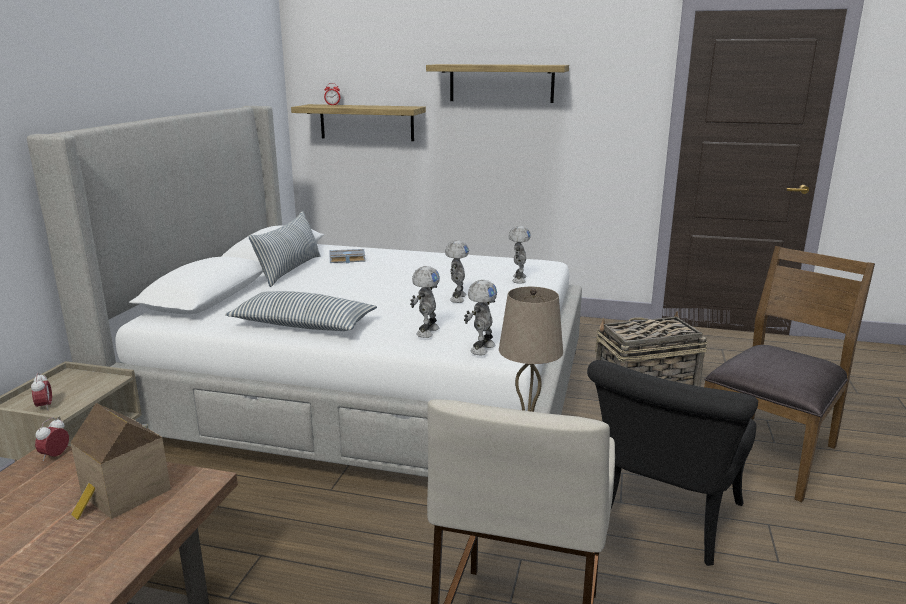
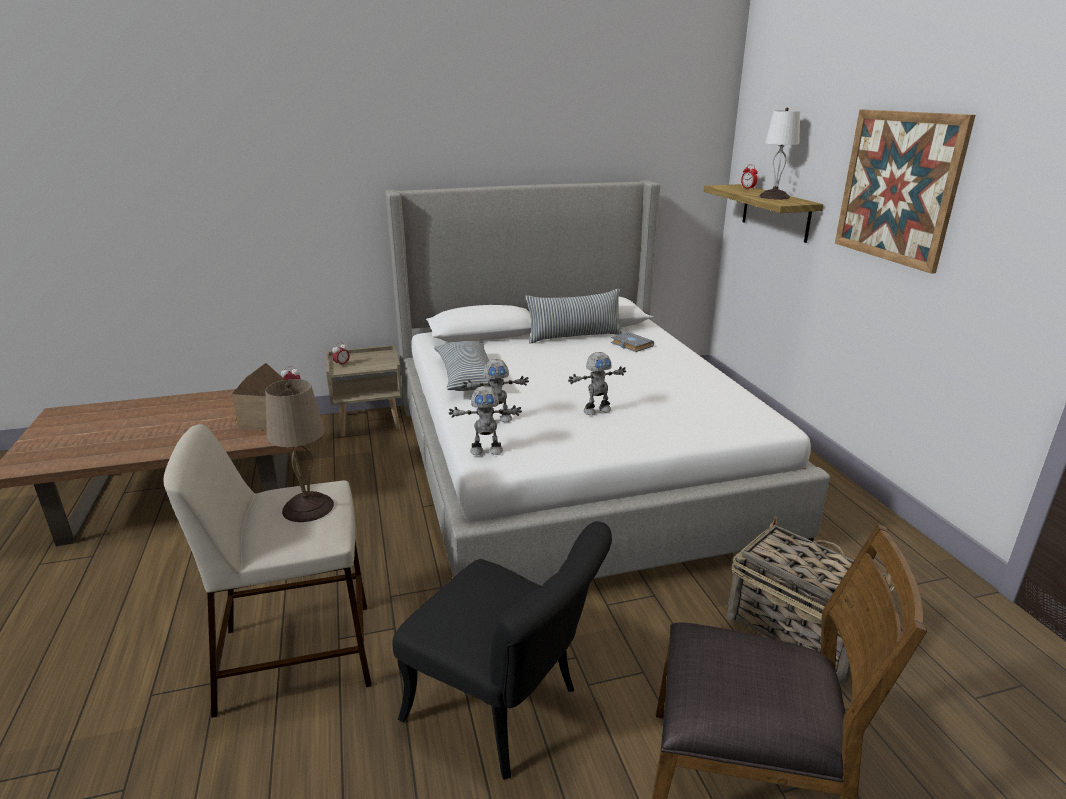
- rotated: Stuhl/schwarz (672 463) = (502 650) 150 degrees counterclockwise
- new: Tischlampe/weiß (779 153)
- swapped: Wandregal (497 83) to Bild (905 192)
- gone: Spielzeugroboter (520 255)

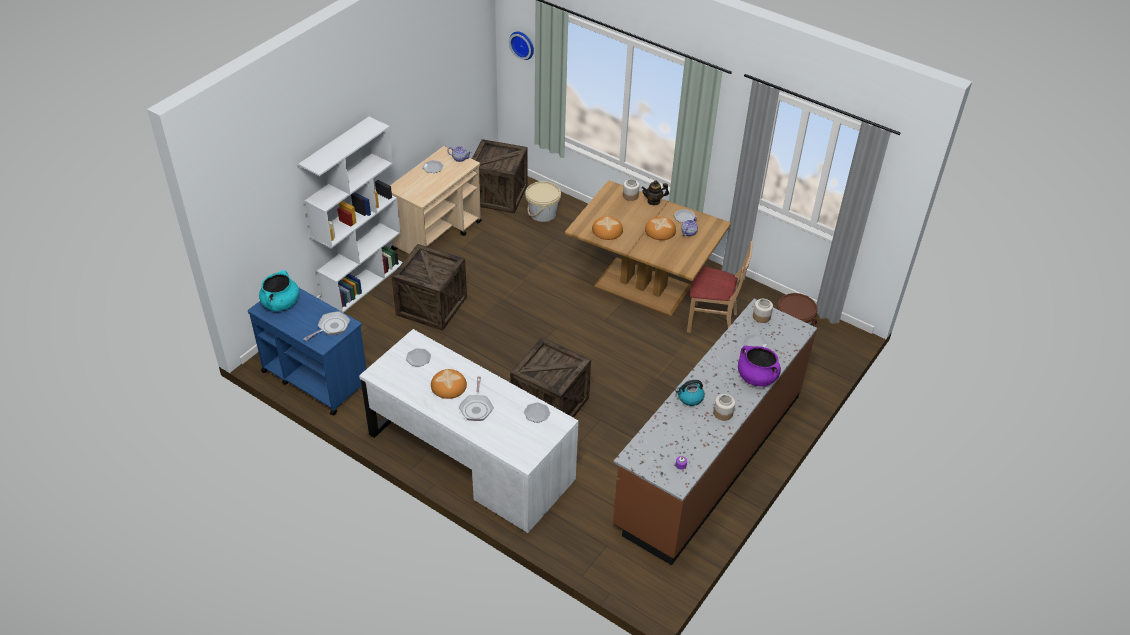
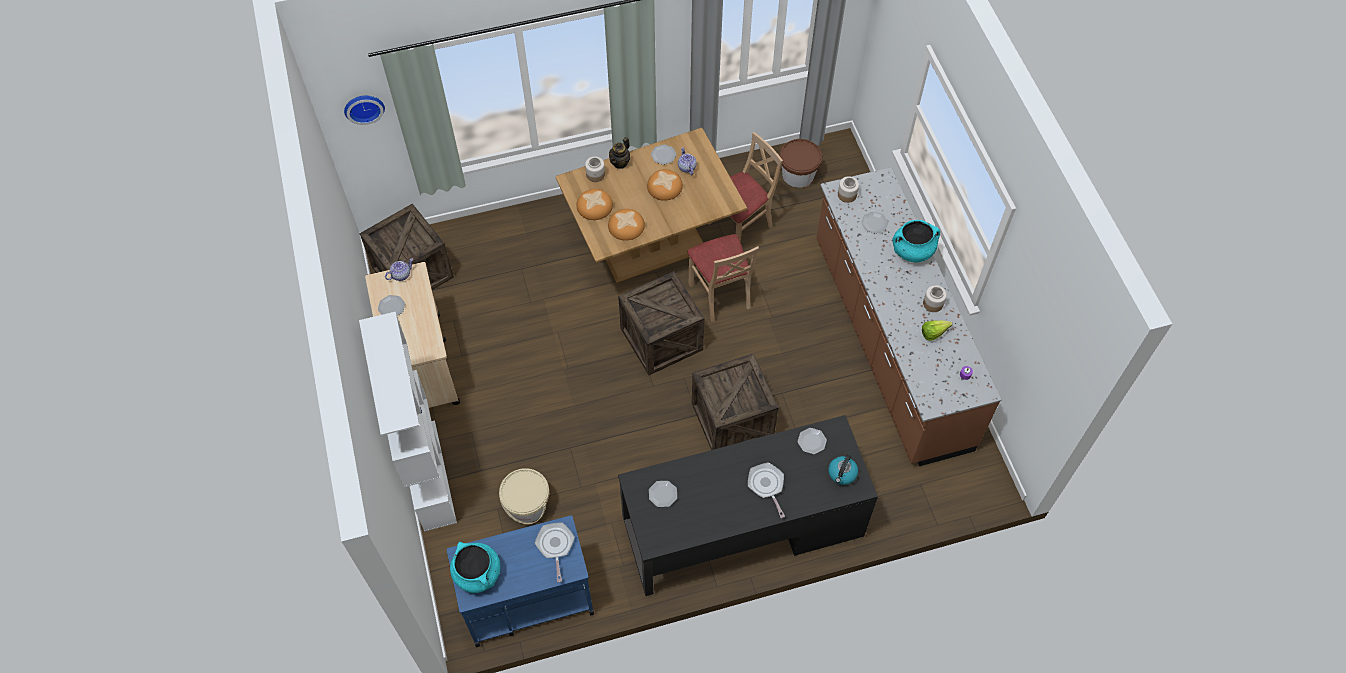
- shifted: Eimer/beige (543 201) to (524 496)
- shifted: Brot (449 384) to (594 204)
- shifted: Kiste (429 287) to (661 323)
- repainted: Schreibtisch/weiß (469 431) to Schreibtisch/schwarz (748 505)
- new: Stuhl/beige (723 278)
- rotated: Pfanne (476 398) = (766 490) 150 degrees counterclockwise
- shifted: Wasserkessel (690 393) to (843 469)
- repainted: Kochtopf/lila (759 366) to Kochtopf/türkis (916 241)
- new: Salatkopf (937 330)

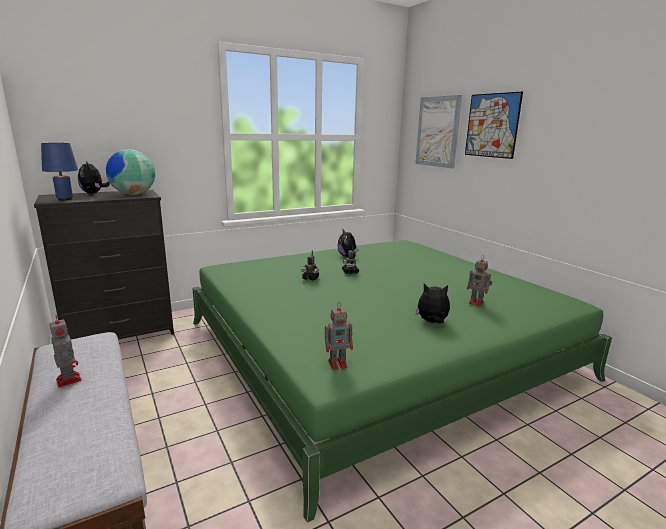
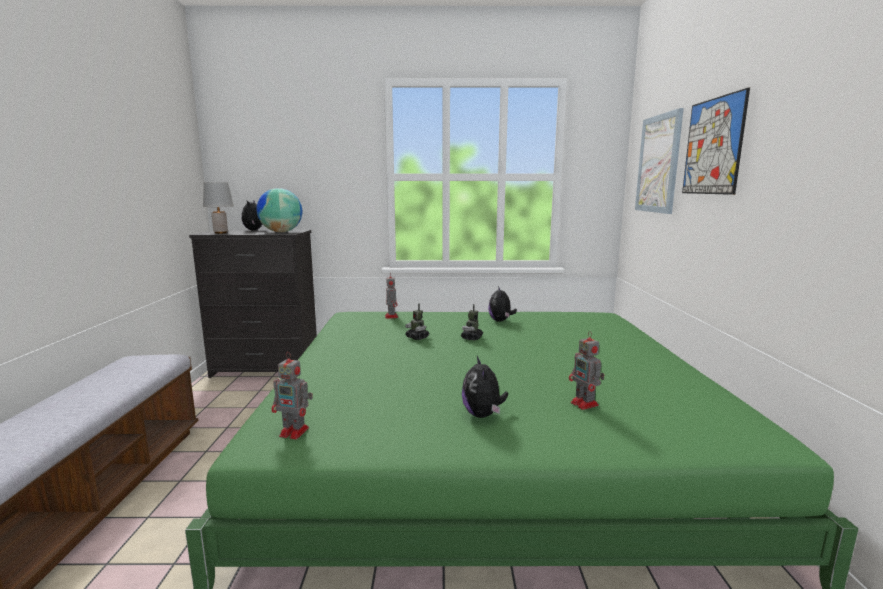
- repainted: Tischlampe/blau (59 171) to Tischlampe/grau (218 208)
- shifted: Spielzeugroboter (65 351) to (391 295)
- rotated: Plüschtier (432 303) = (485 387) 135 degrees counterclockwise

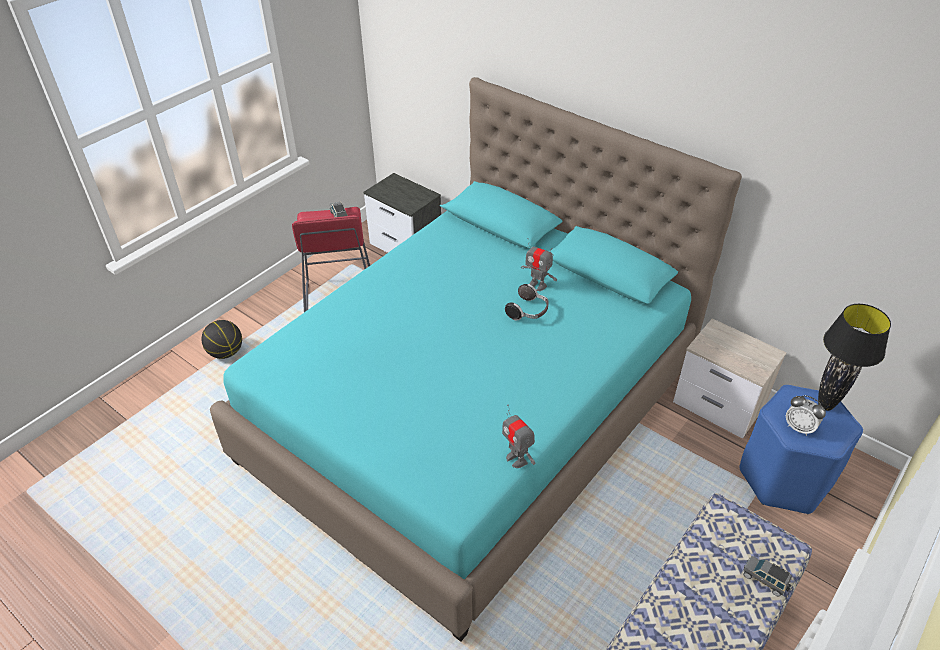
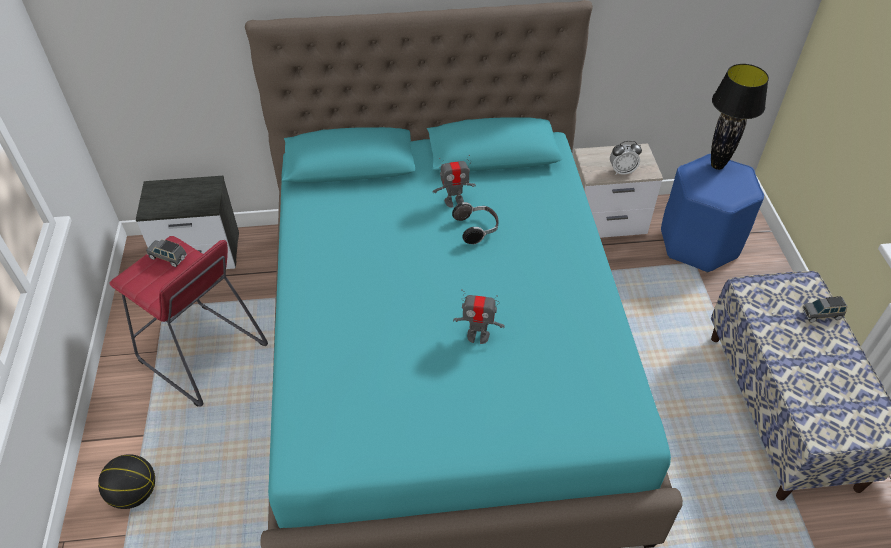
- shifted: Spielzeugroboter (518 436) to (479 316)
- shifted: Wecker (806 415) to (626 158)

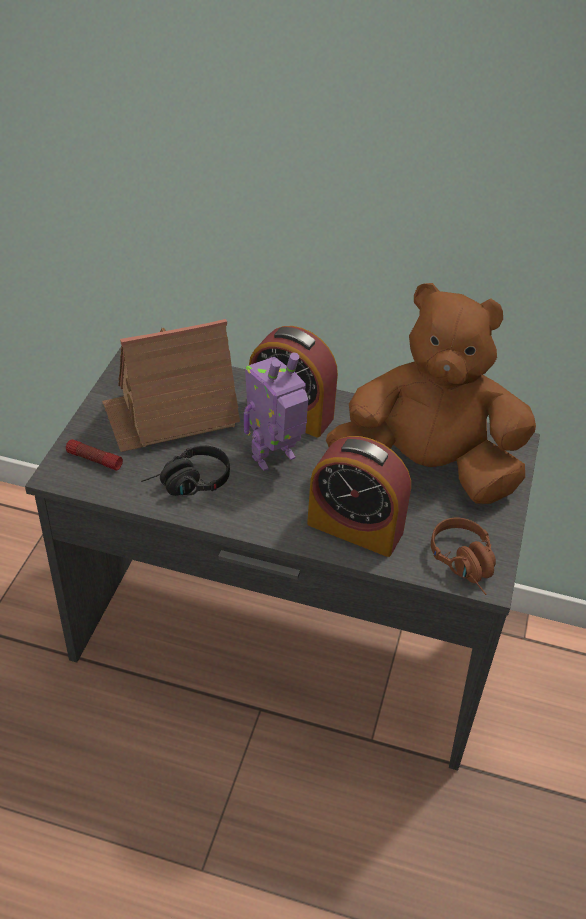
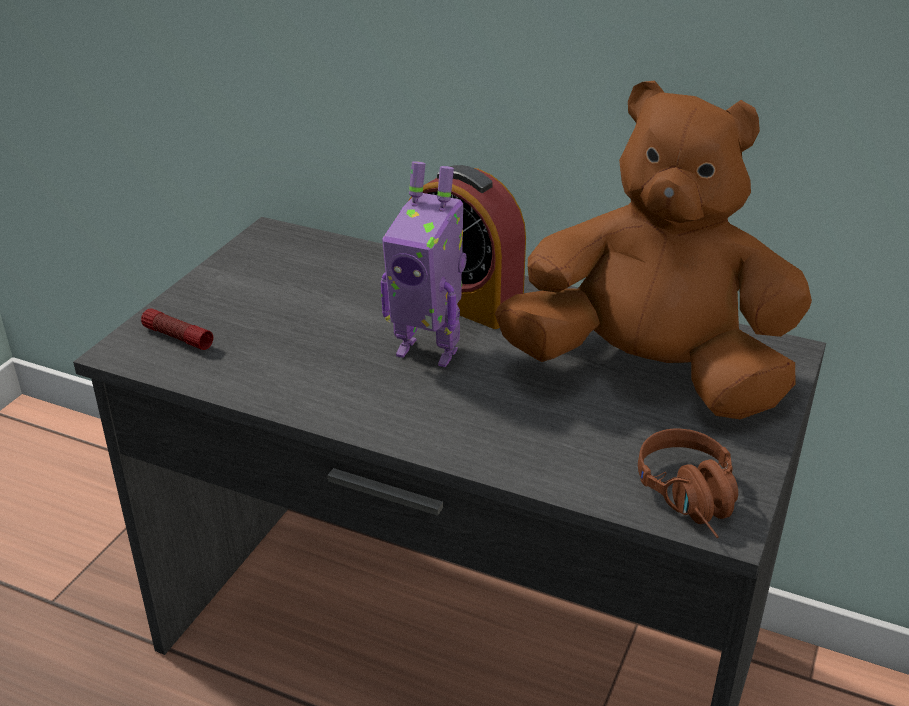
- rotated: Spielzeugroboter (276 411) = (424 264) 135 degrees counterclockwise
- gone: Spielzeughaus (171 385)
- gone: Kopfhörer/schwarz (185 471)
- gone: Wecker (359 496)

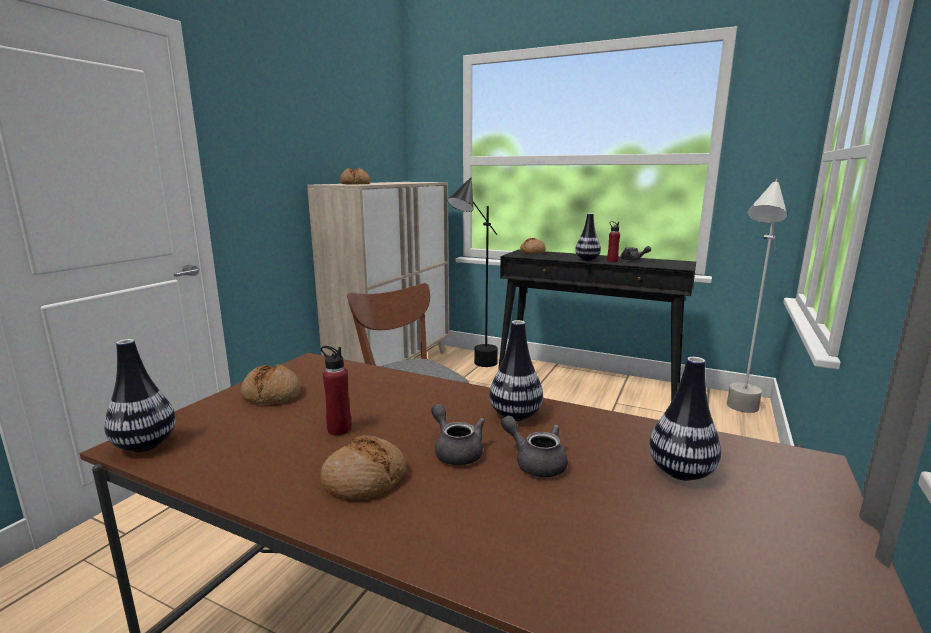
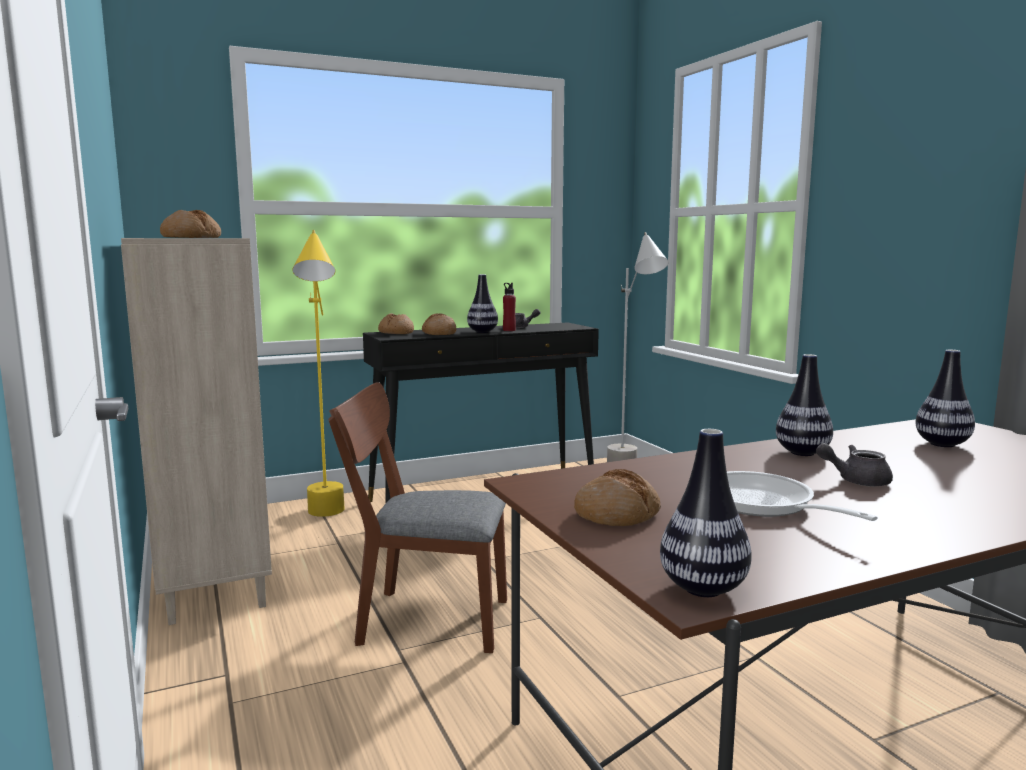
- repainted: Stehlampe/schwarz (473 272) to Stehlampe/gelb (318 373)
- shifted: Brot (363 467) to (439 324)
- swapped: Flasche/rot (336 391) to Pfanne (802 496)
- gone: Teekanne/grau (534 446)

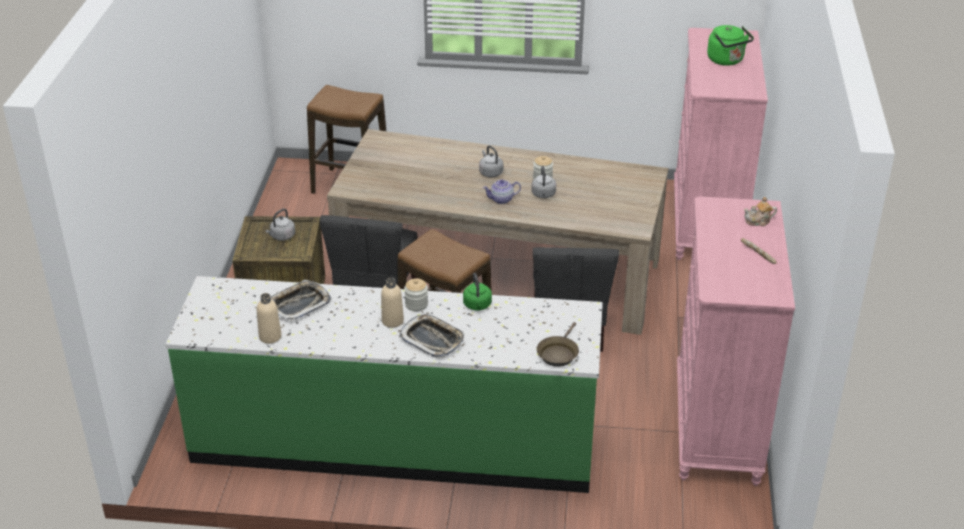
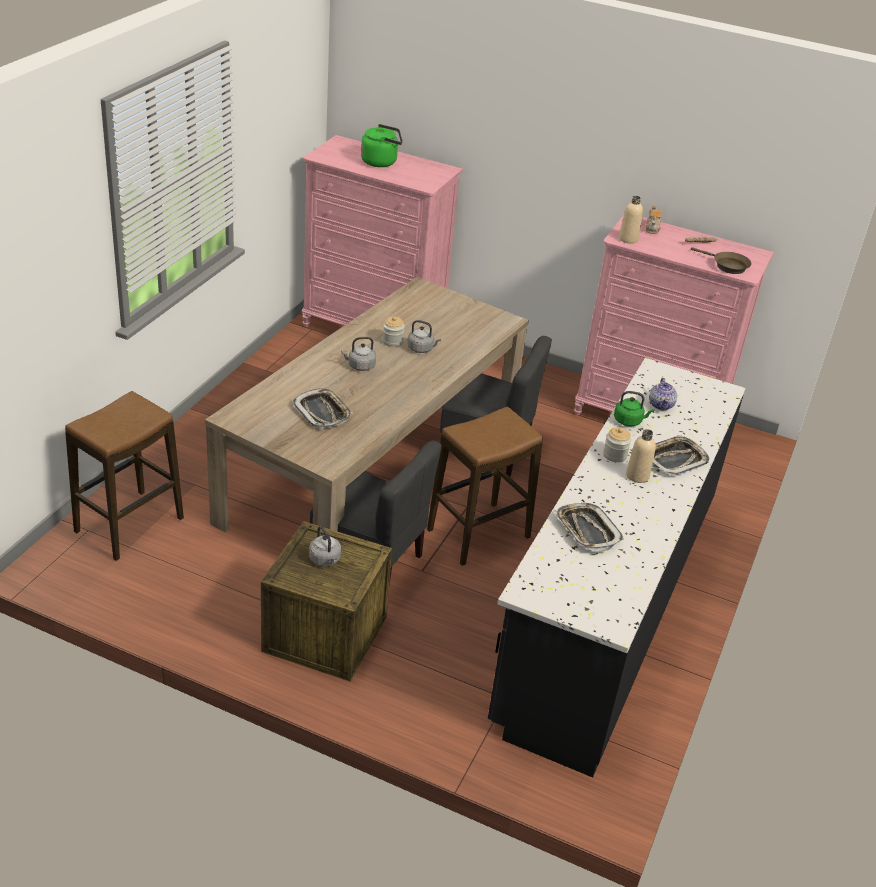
- new: Tablett (322 408)
- repainted: Küchenzeile/grün (384 384) to Küchenzeile/schwarz (616 567)
- shifted: Flasche/beige (269 318) to (631 219)
- shifted: Teekanne (502 191) to (663 394)
- shifted: Pfanne/braun (558 344) to (721 260)

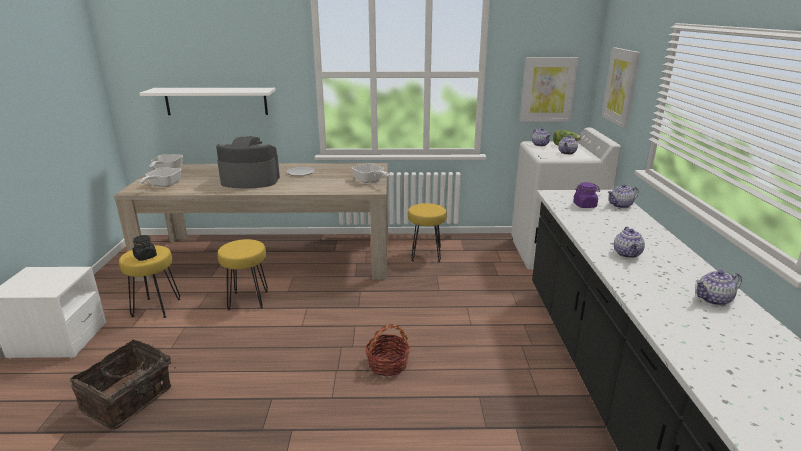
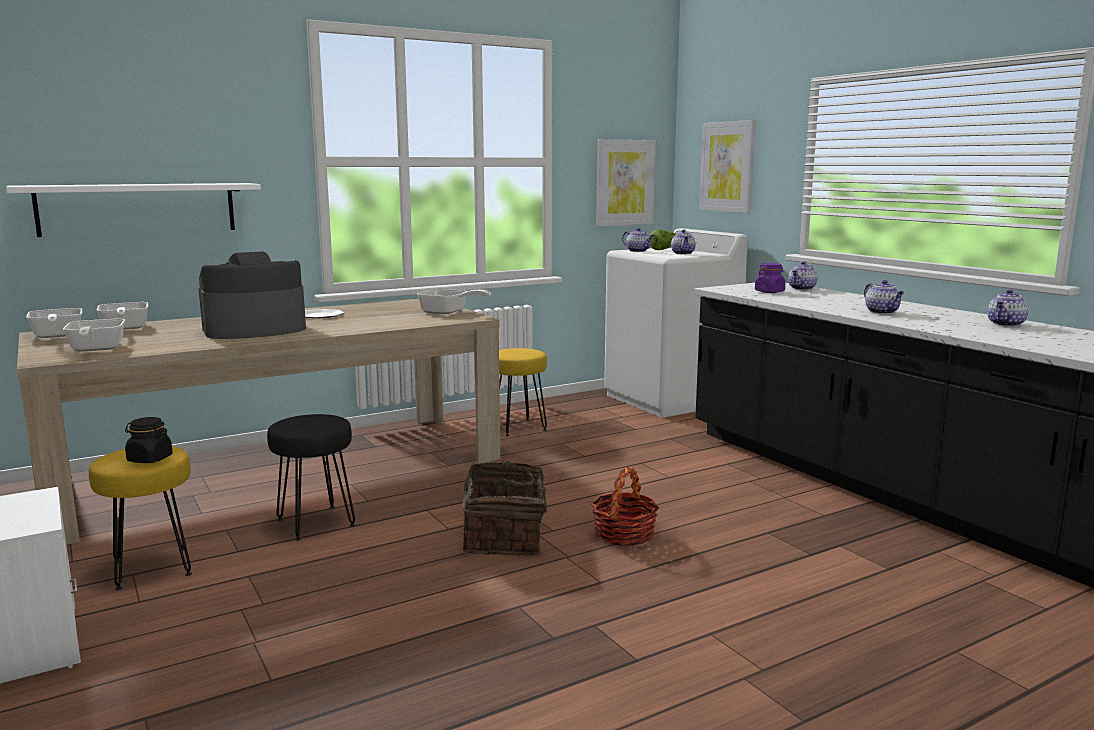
- new: Pfanne (122 316)
- repainted: Hocker/gelb (242 274) to Hocker/schwarz (311 477)
- shifted: Korb (123 384) to (512 508)

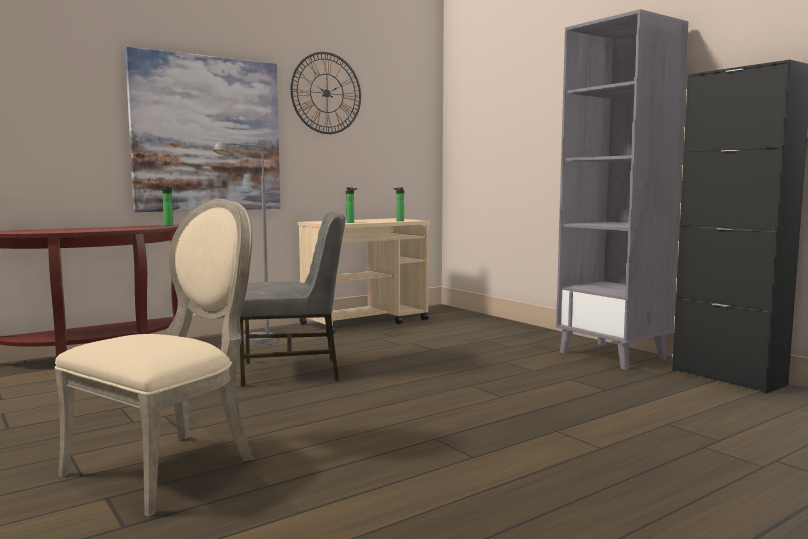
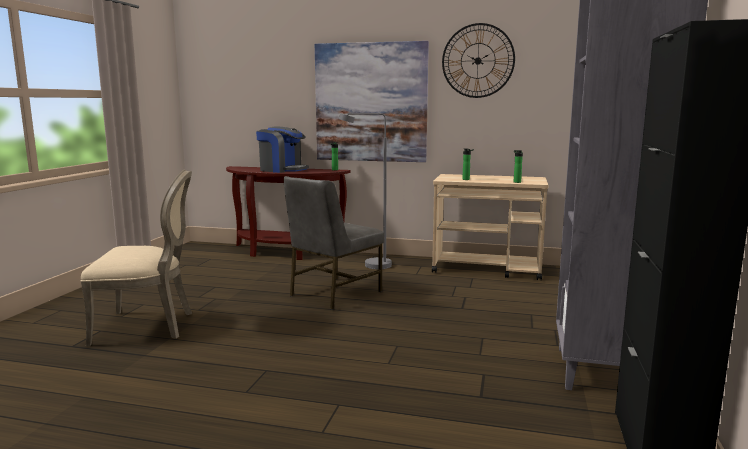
- new: Kaffeemaschine (282 149)
- rotated: Stuhl/grau (293 299) = (334 243) 90 degrees clockwise

